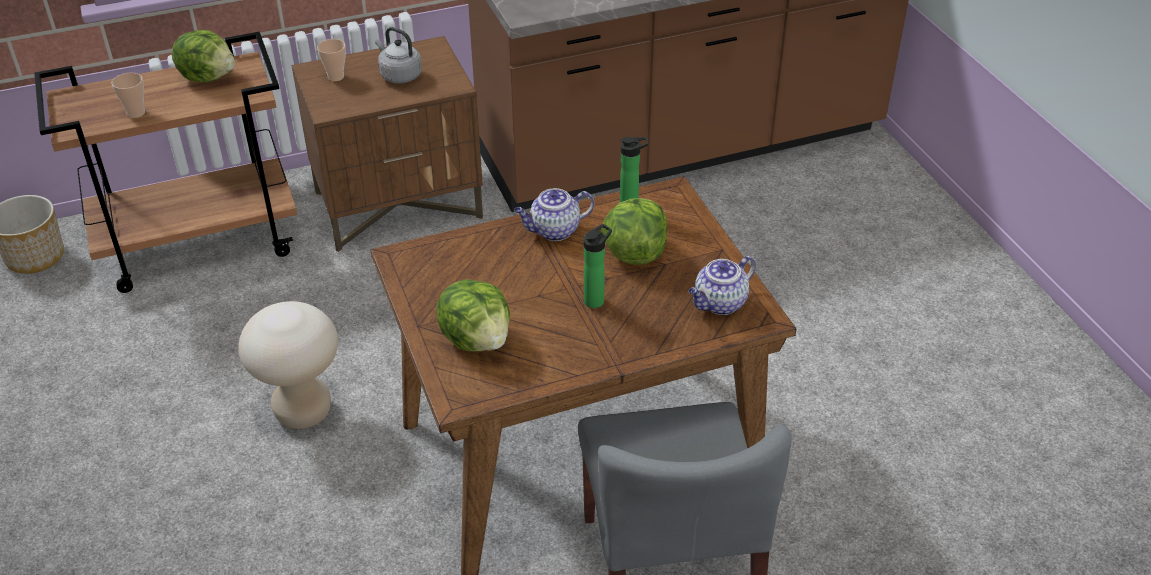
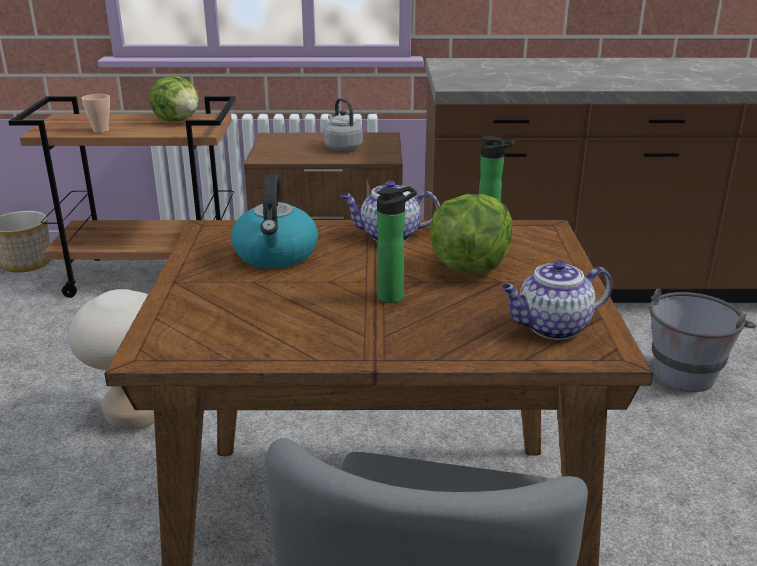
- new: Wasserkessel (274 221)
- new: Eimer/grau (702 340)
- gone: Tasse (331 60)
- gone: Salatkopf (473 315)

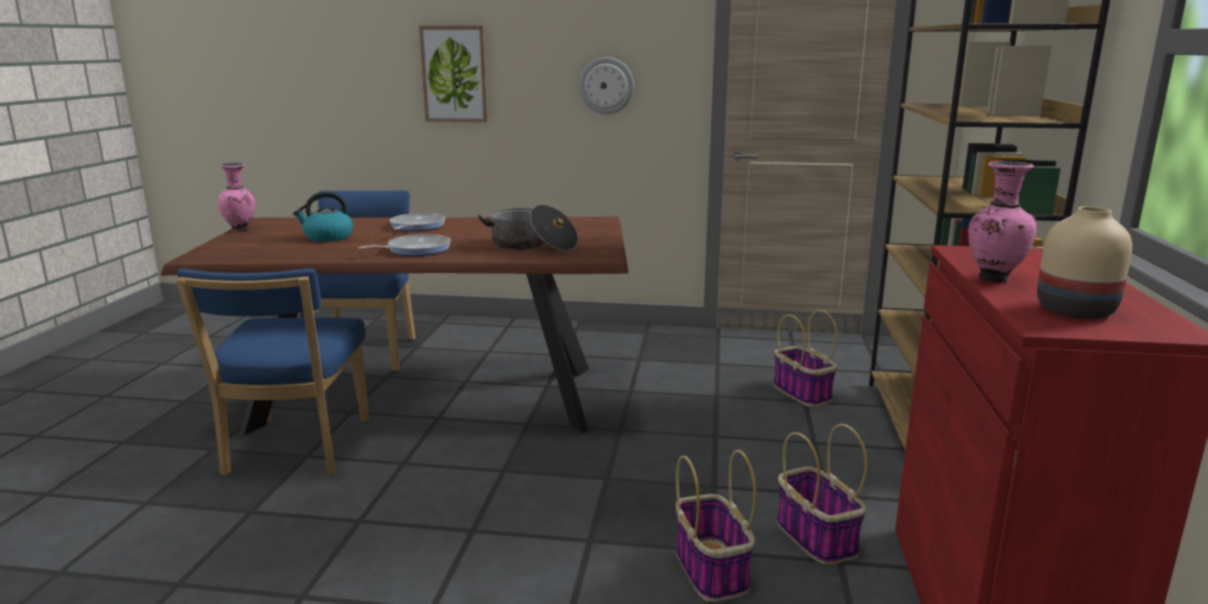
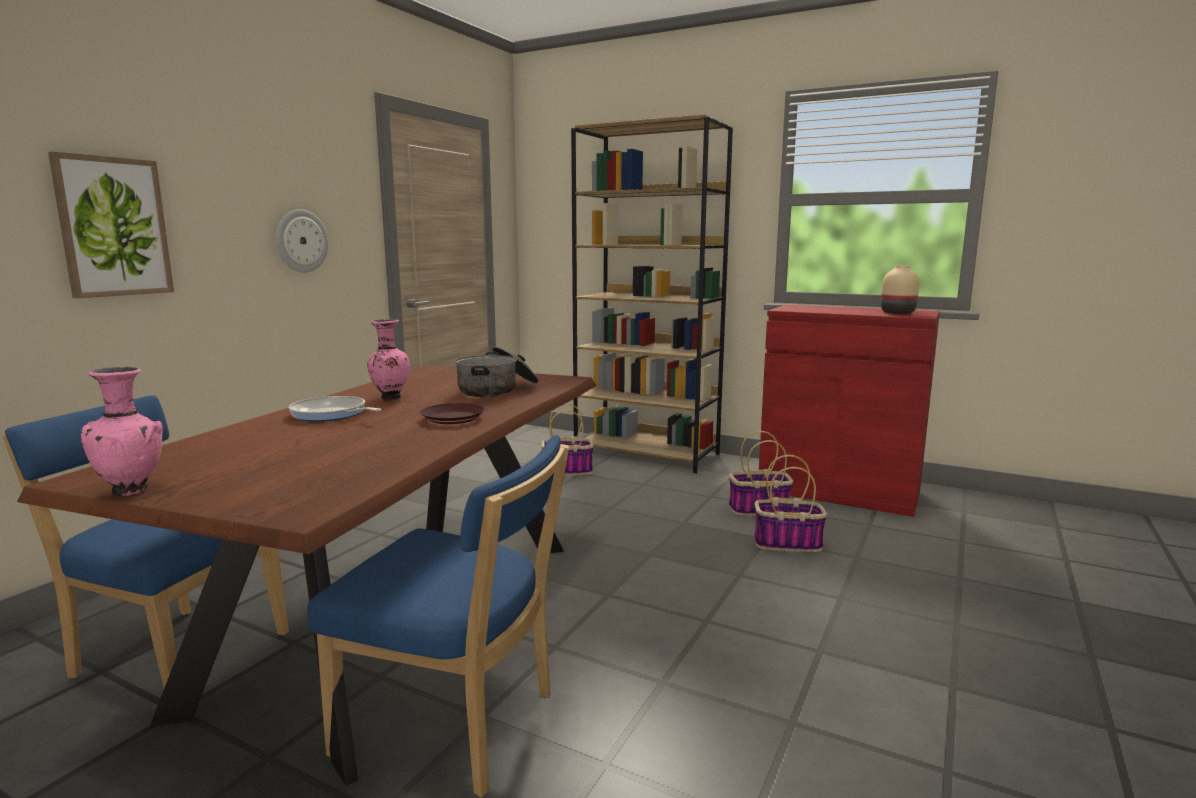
- shifted: Vase/rosa (1002 222) to (388 359)
- swapped: Pfanne (404 245) to Teller/braun (452 413)
- gone: Wasserkessel (323 217)

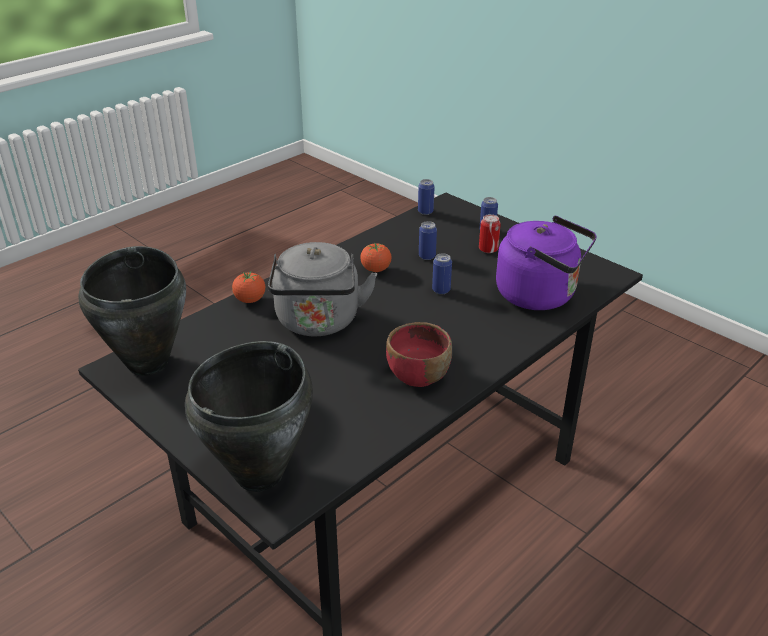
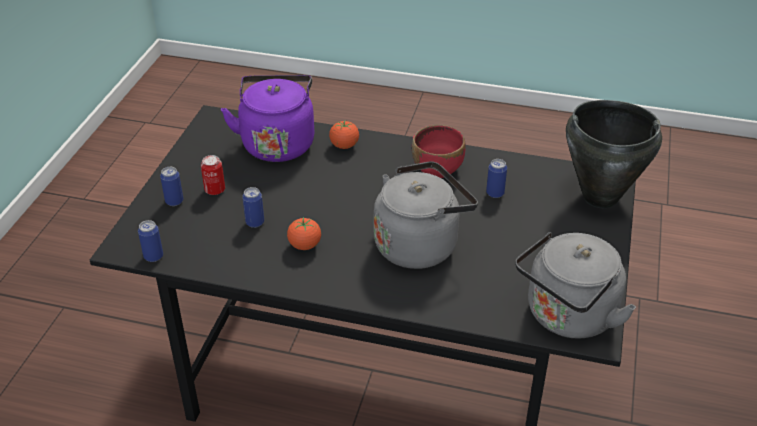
- shifted: Tomate (248 287) to (344 135)
- shifted: Dose (442 273) to (496 178)
- swapped: Kochtopf/schwarz (132 311) to Wasserkessel/grau (575 285)

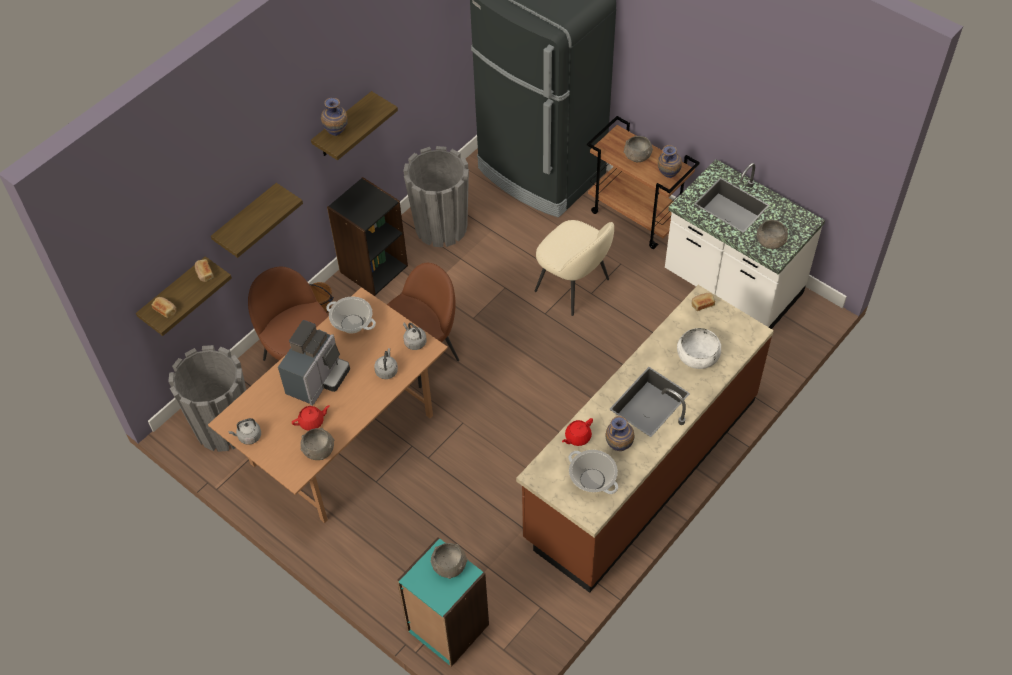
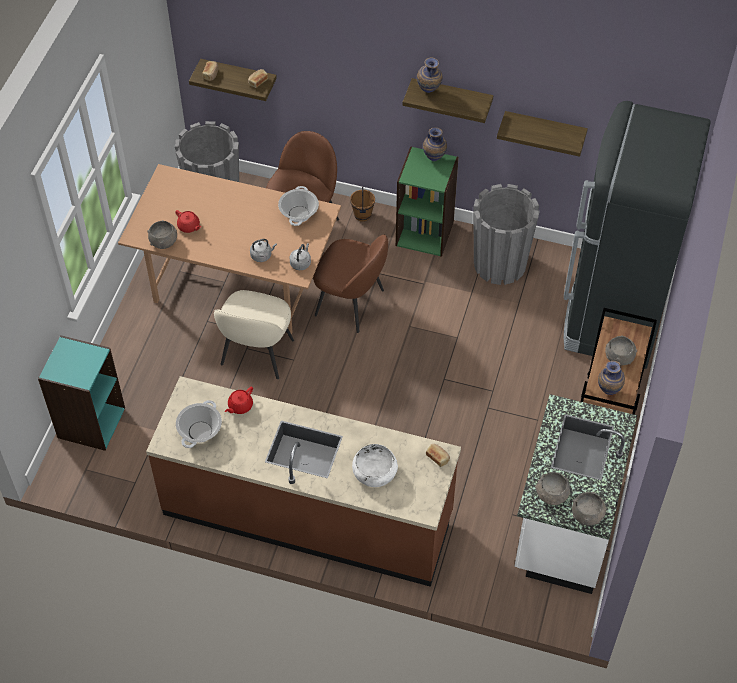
- shifted: Stuhl/beige (574 268) to (254 334)
- rotated: Teekanne/rot (577 432) = (239 400) 75 degrees counterclockwise
- repainted: Bücherregal/schwarz (367 236) to Bücherregal/grün (427 201)
- shifted: Vase (619 433) to (435 145)
- shifted: Wandregal (257 220) to (542 134)
- shifted: Schüssel/grau (449 561) to (589 509)
- gone: Wasserkessel/grau (244 431)
- gone: Kaffeemaschine (314 363)

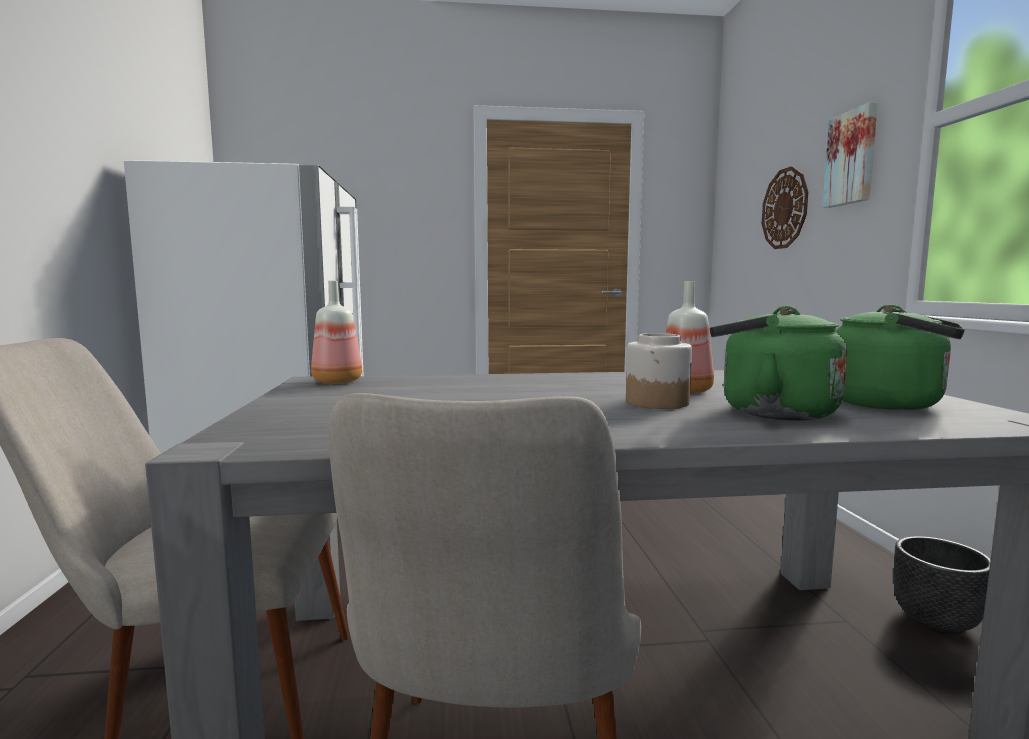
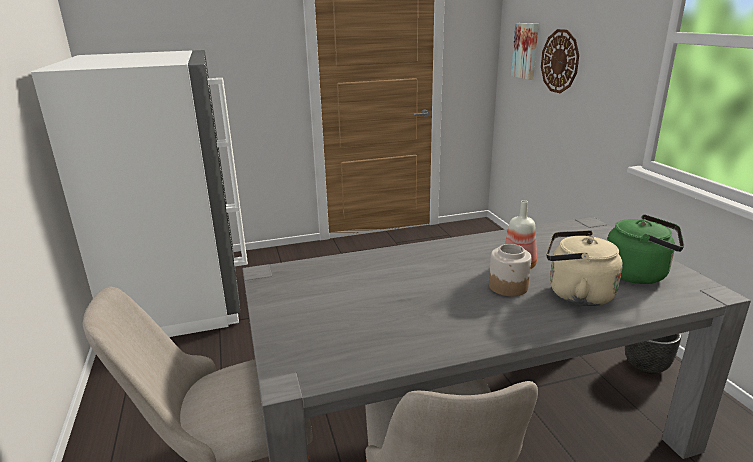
- shifted: Bild (850 155) to (525 51)
- repainted: Wasserkessel/grün (778 363) to Wasserkessel/beige (584 268)
- gone: Flasche (336 332)

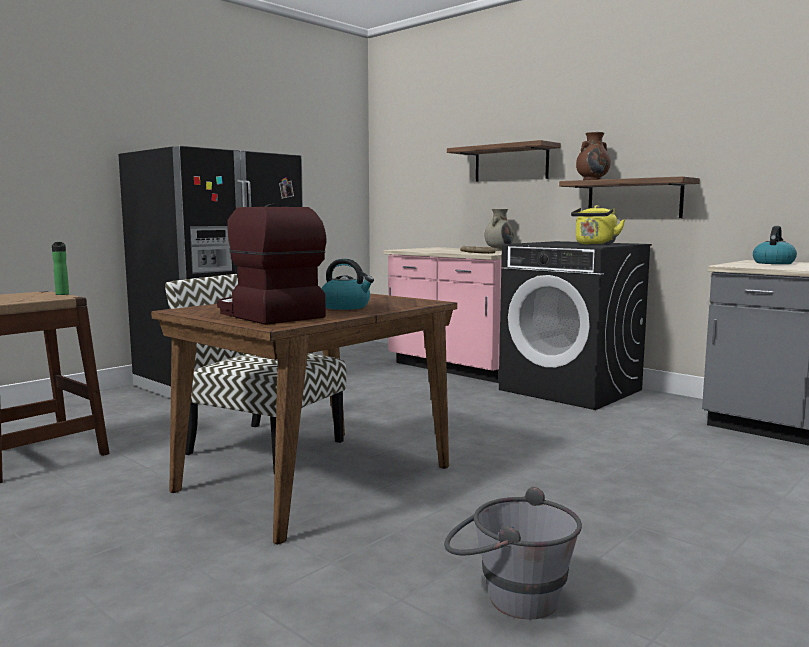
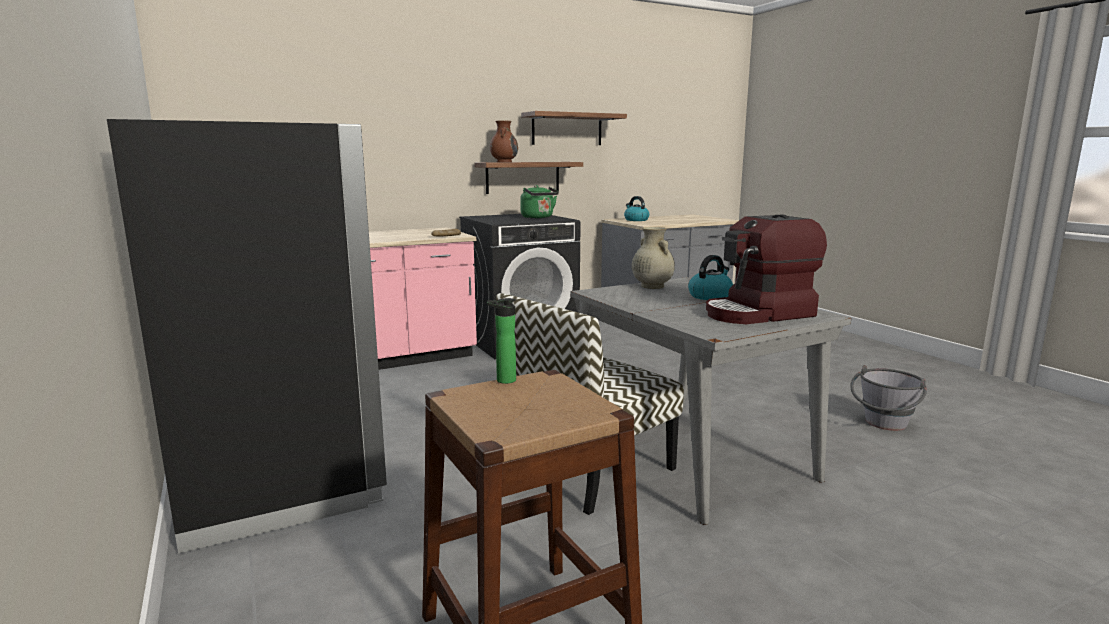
- repainted: Wasserkessel/gelb (598 225) to Wasserkessel/grün (539 201)
- shifted: Wandregal (504 161) to (574 128)
- repainted: Esstisch/braun (304 419) to Esstisch/grau (710 401)
- shifted: Vase/beige (499 230) to (653 258)

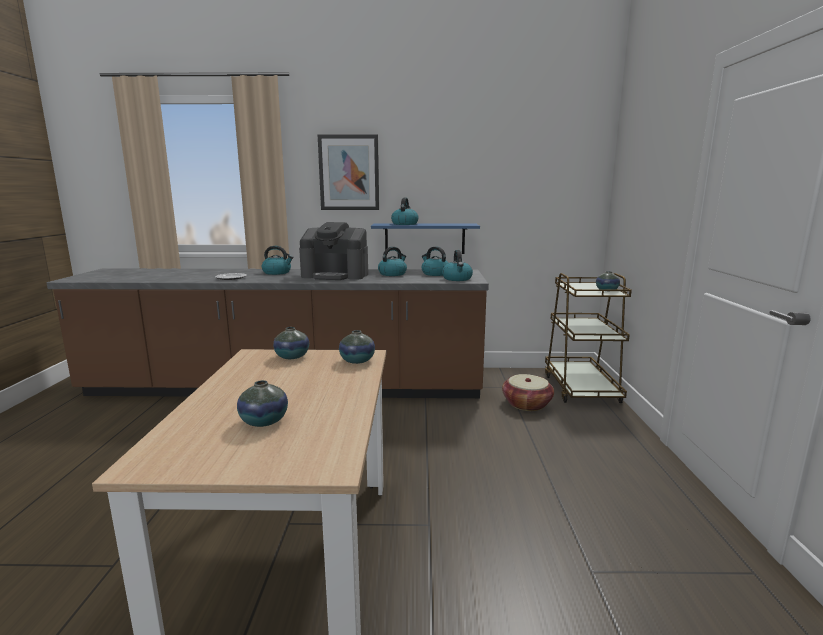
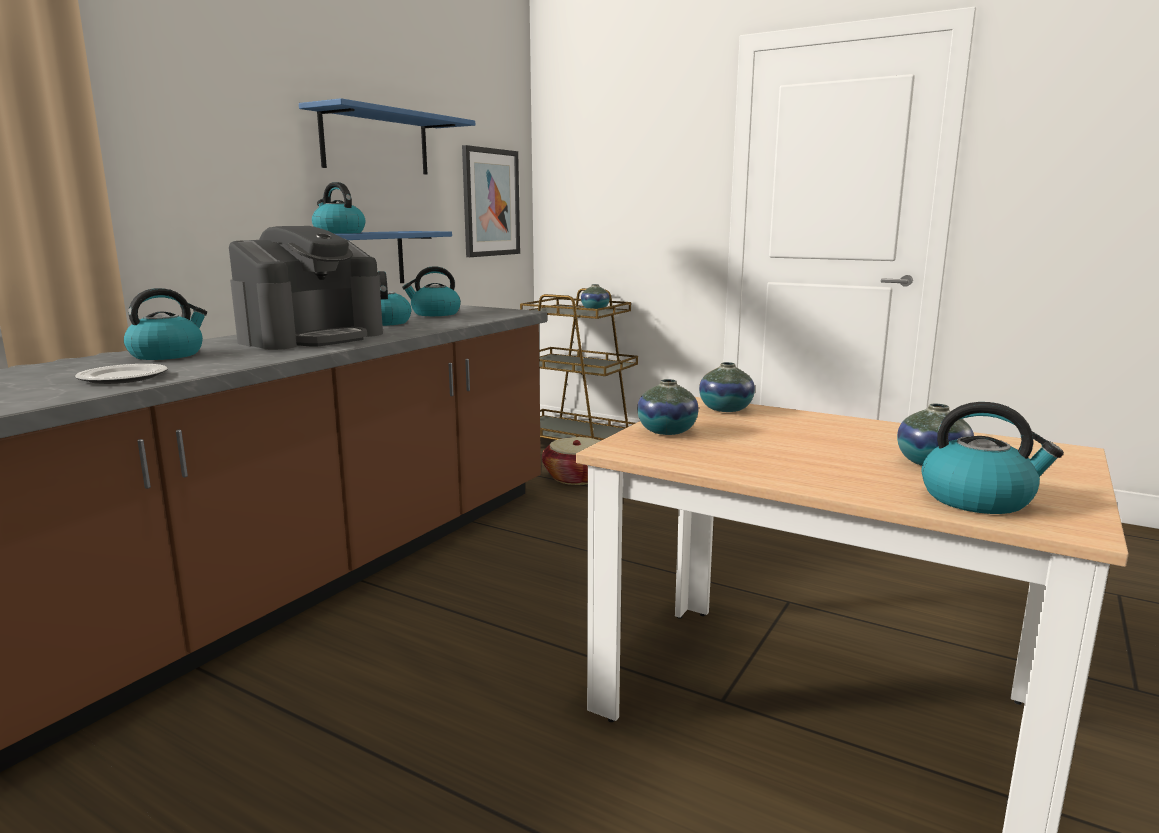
- new: Wandregal/blau (387 136)
- shifted: Bild (348 172) to (491 201)
- shifted: Wasserkessel (457 265) to (993 458)

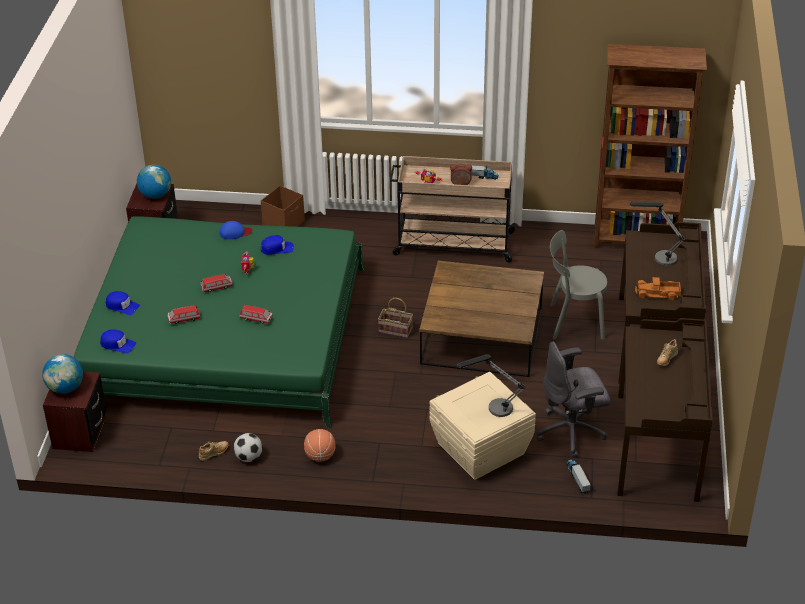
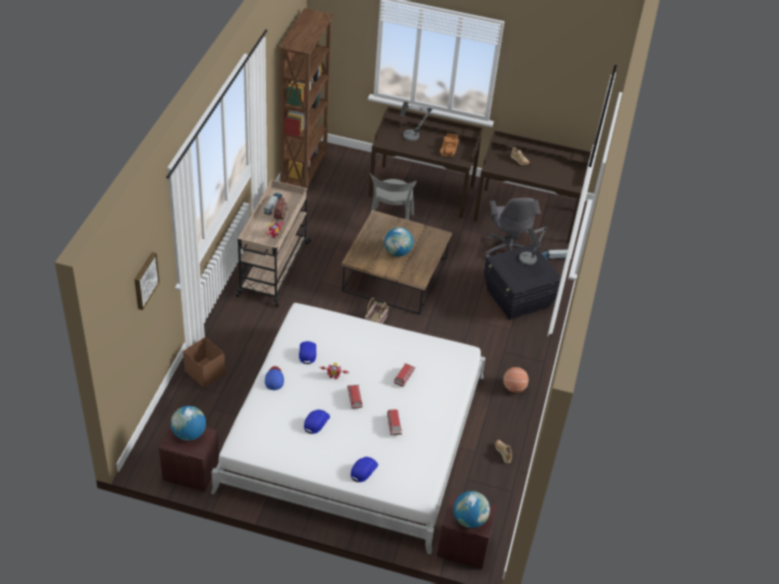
- new: Bild (147 281)
- repainted: Bett/grün (219 322) to Bett/weiß (348 429)
- shifted: Kappe/blau (118 341) to (317 422)
- new: Globus (399 241)
- repainted: Aufbewahrungsbox/beige (482 426) to Aufbewahrungsbox/schwarz (522 282)
- gone: Fußball (248 447)

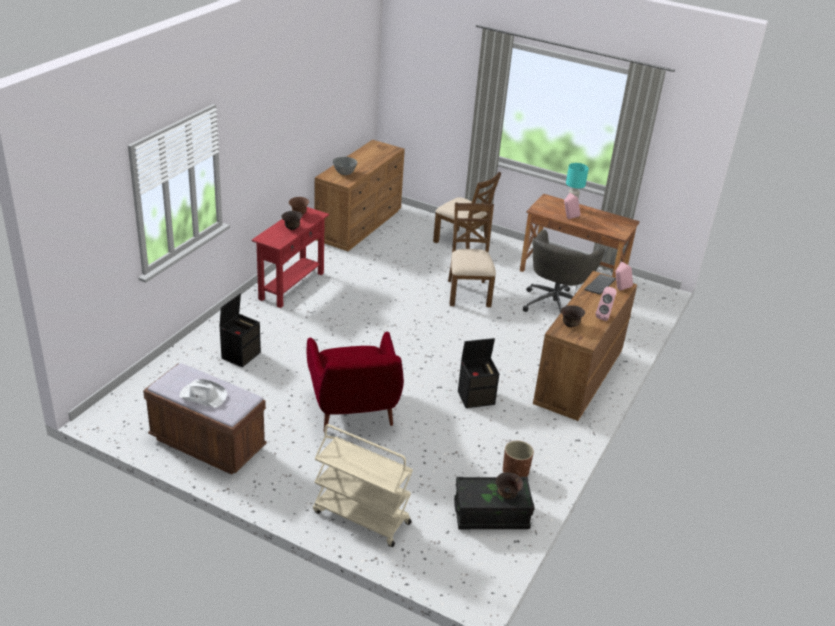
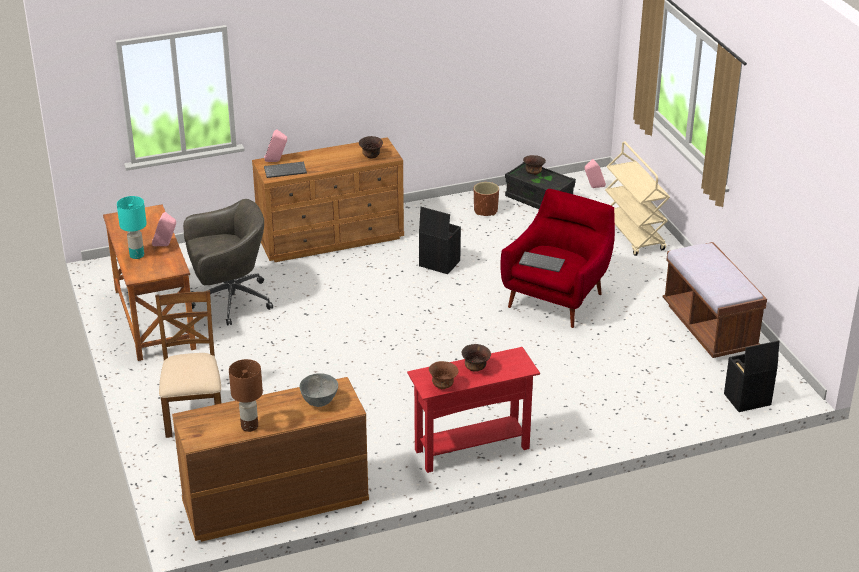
- new: Tischlampe/braun (246 395)
- new: Tastatur (542 262)
- shifted: Lautsprecher/rosa (606 304) to (595 173)
- shifted: Aufbewahrungsbox/schwarz (240 330) to (751 376)
- gone: Hut/weiß (203 393)
- gone: Stuhl/braun (472 254)

